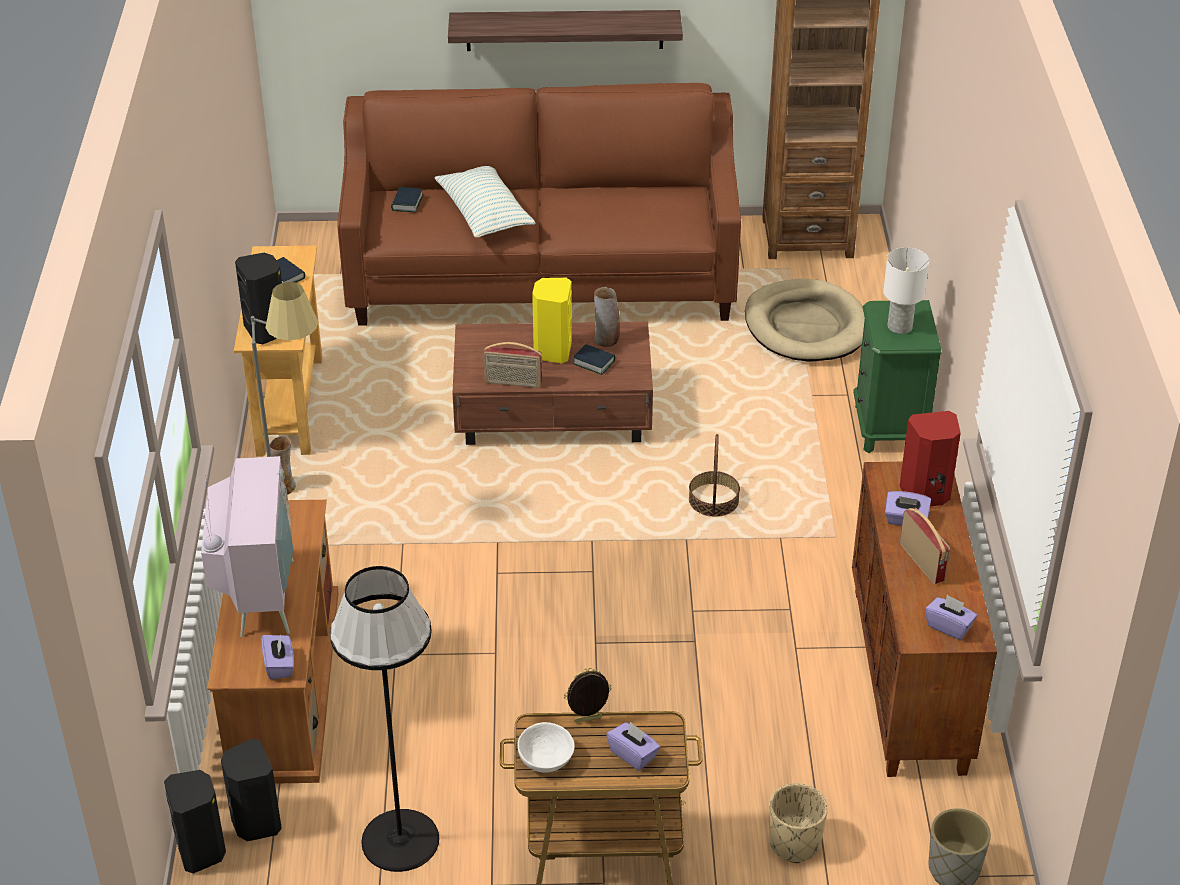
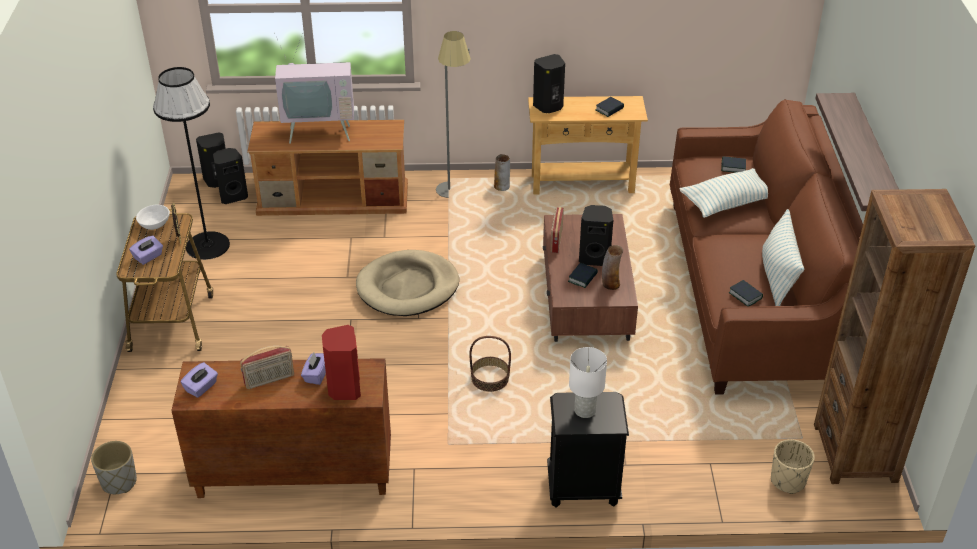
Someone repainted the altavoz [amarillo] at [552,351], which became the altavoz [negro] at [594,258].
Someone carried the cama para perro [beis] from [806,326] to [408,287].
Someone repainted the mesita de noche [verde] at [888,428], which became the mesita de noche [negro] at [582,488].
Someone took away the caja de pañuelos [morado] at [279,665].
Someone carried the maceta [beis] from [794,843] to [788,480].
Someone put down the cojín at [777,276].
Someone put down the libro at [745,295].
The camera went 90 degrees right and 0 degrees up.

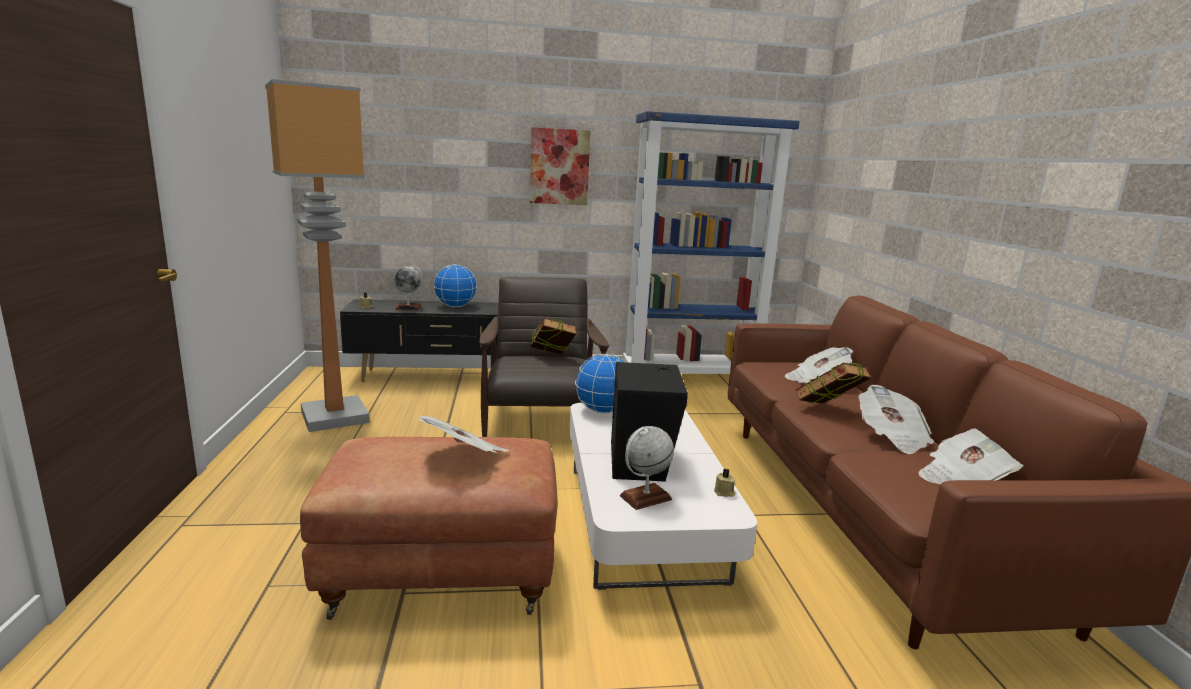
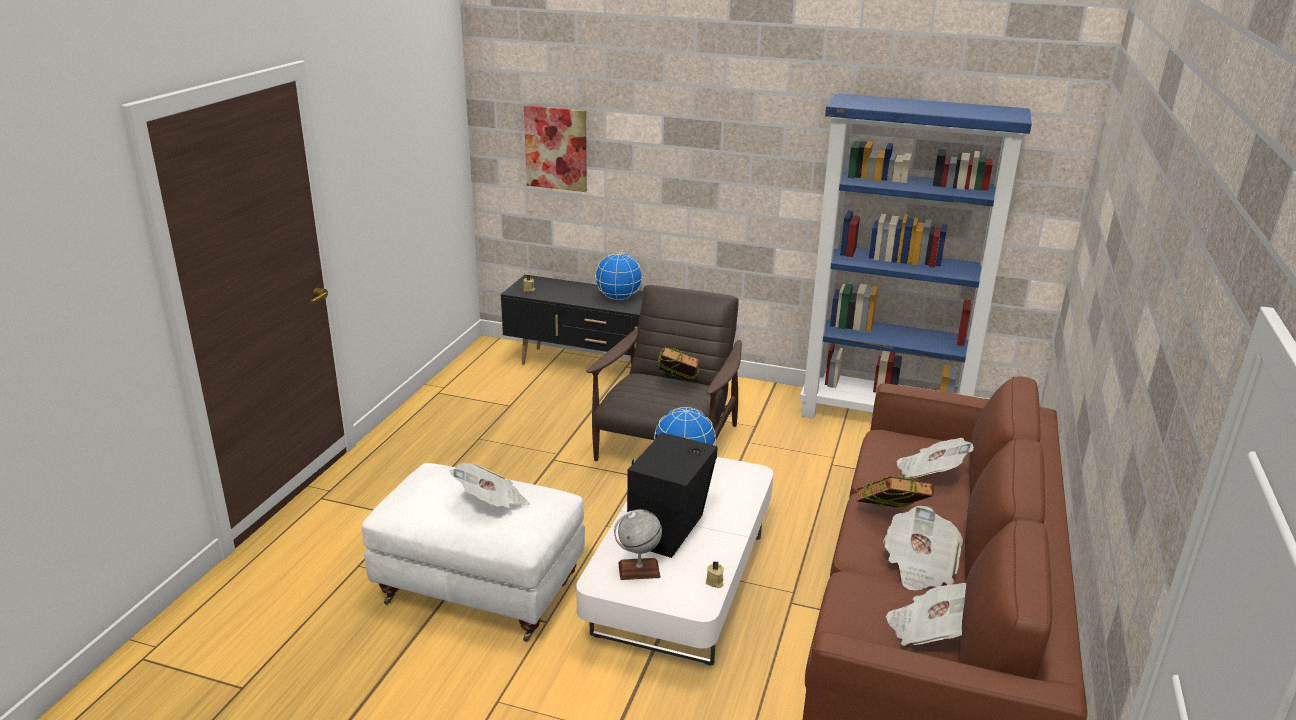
Someone took away the lámpara de pie at [336,416].
Someone carried the cuadro from [559,167] to [556,148].
Someone took away the globo terráqueo at [408,308].
Someone repainted the puf [marrón] at [442,575], which became the puf [blanco] at [481,590].
The camera went 25 degrees right and 10 degrees up.

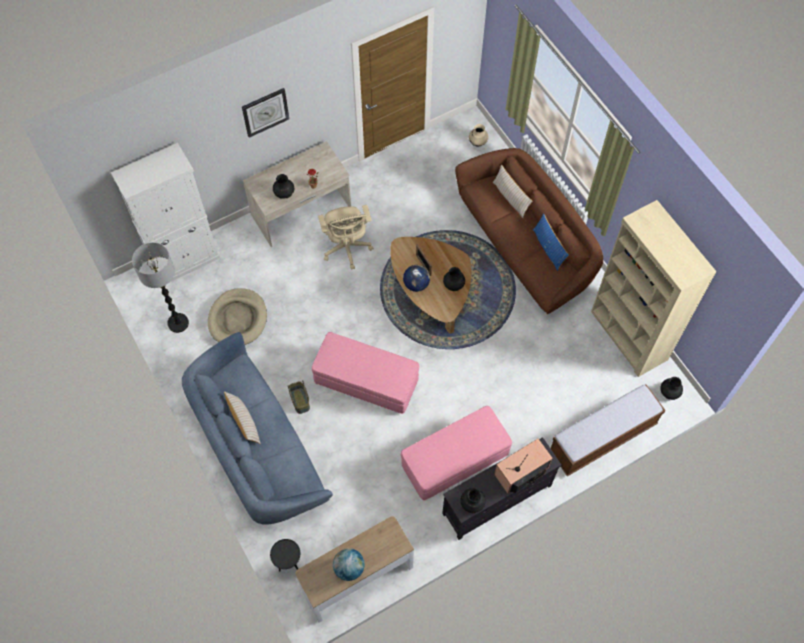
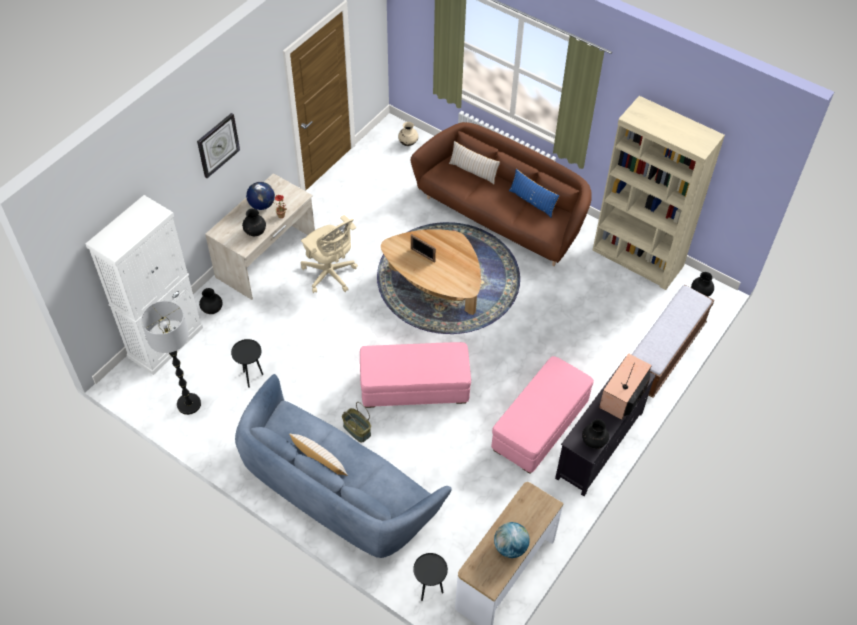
Someone carried the globo terráqueo from [416,284] to [262,205].
Someone carried the florero [negro] from [453,285] to [212,309].
Someone swapped the cama para perro [beis] at [238,319] for the mesa auxiliar [negro] at [251,377].
The camera went 25 degrees left and 10 degrees down.

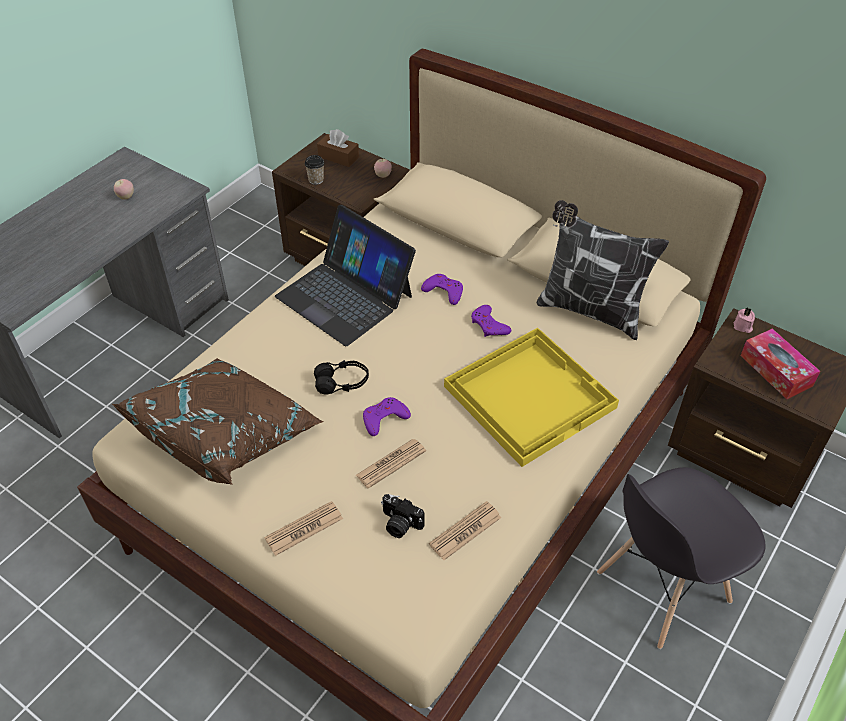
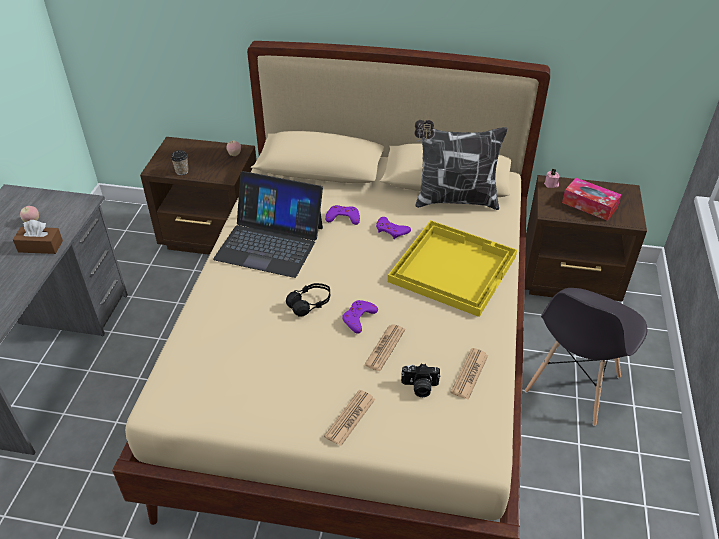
Someone carried the caja de pañuelos [marrón] from [338,157] to [40,246].
Someone took away the cojín [marrón] at [227,435].
The camera went 25 degrees left and 5 degrees down.

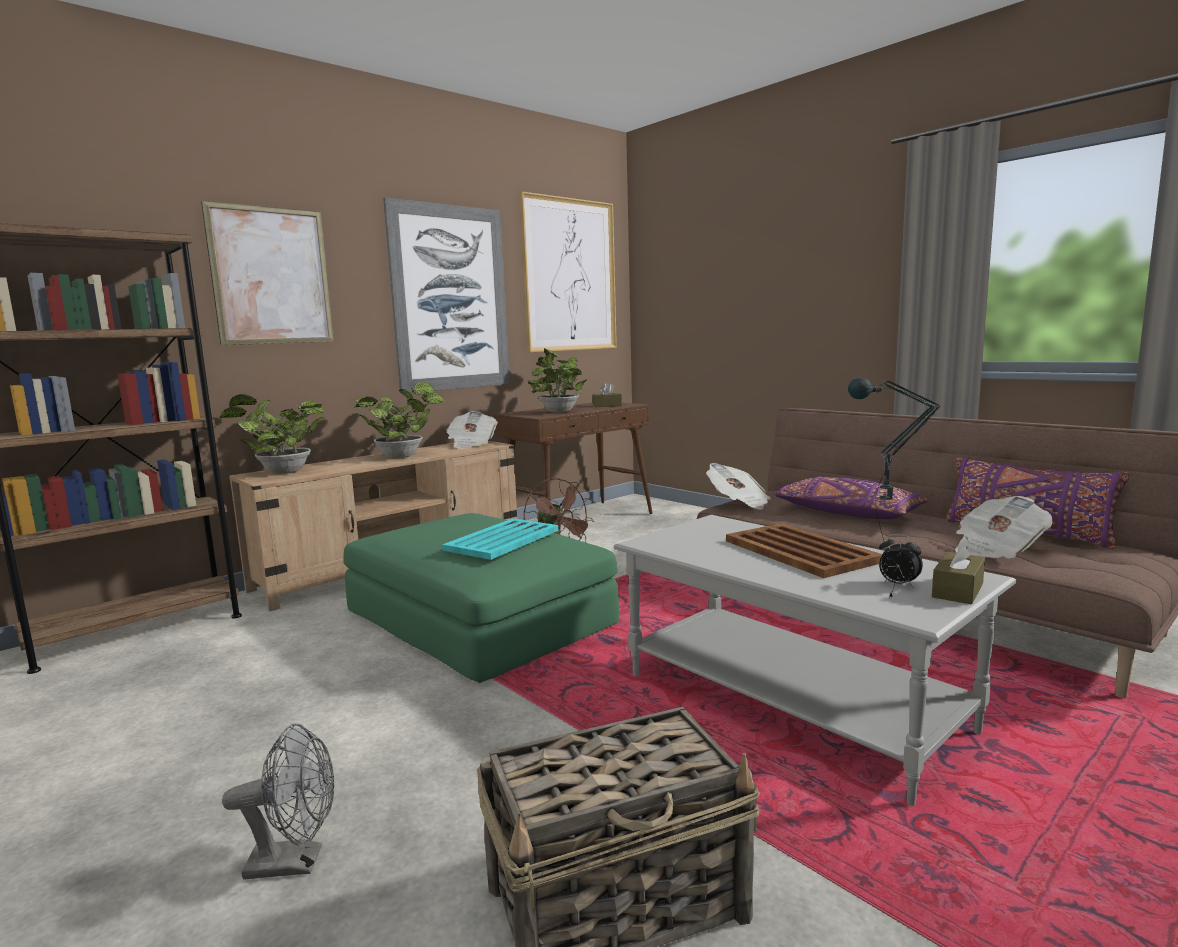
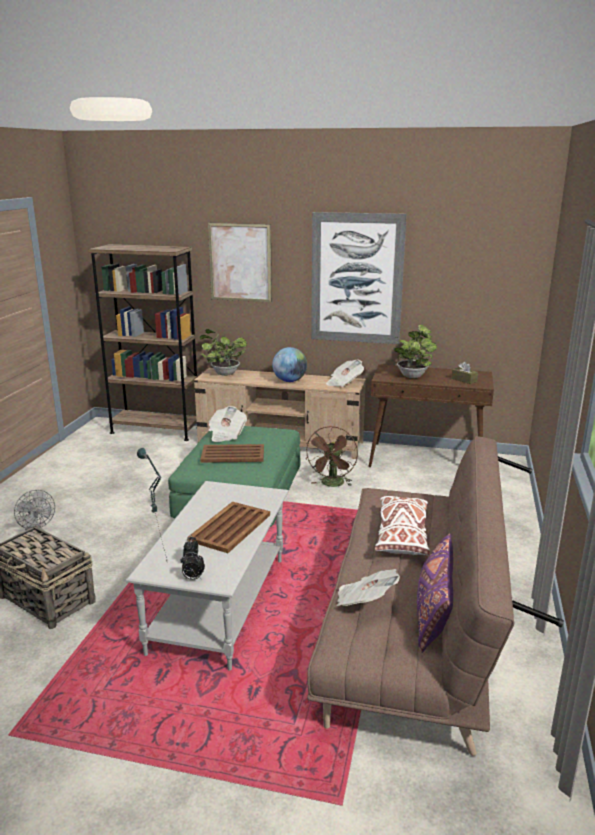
Someone took away the cuadro at [570,275].
Someone swapped the planta en maceta at [403,456] for the globo terráqueo at [289,381].
Someone carried the periódico from [738,503] to [226,434].
Someone repainted the cojín [morado] at [846,513], which became the cojín [blanco] at [402,535].
Someone repainted the bandeja [turquesa] at [501,540], which became the bandeja [marrón] at [232,454].
Someone swapped the caja de pañuelos [marrón] at [957,590] for the despertador at [193,578].
The camera went 55 degrees right and 10 degrees up.

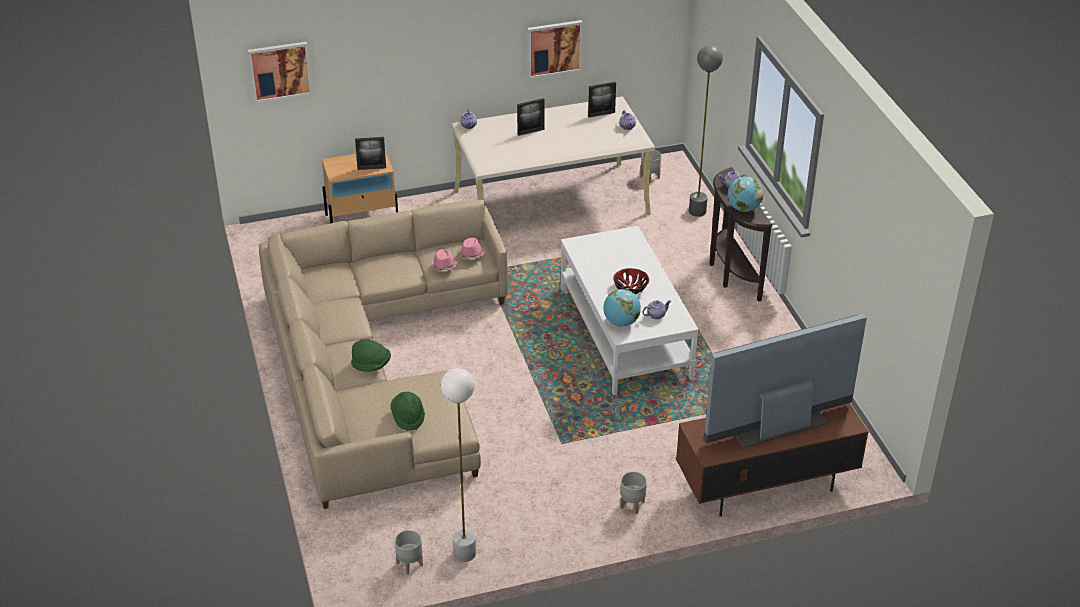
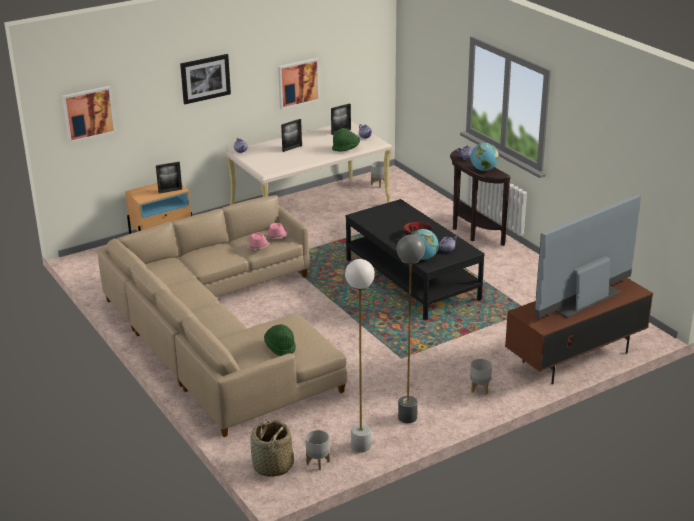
Someone carried the lámpara de pie [gris] from [697,211] to [407,417].
Someone repainted the mesa de centro [blanco] at [624,332], which became the mesa de centro [negro] at [411,279].
Someone carried the sombrero [verde] from [371,365] to [346,149].
Someone put up the cuadro at [205,78].
Someone put down the cesta at [273,466].
The camera went 15 degrees left and 10 degrees down.

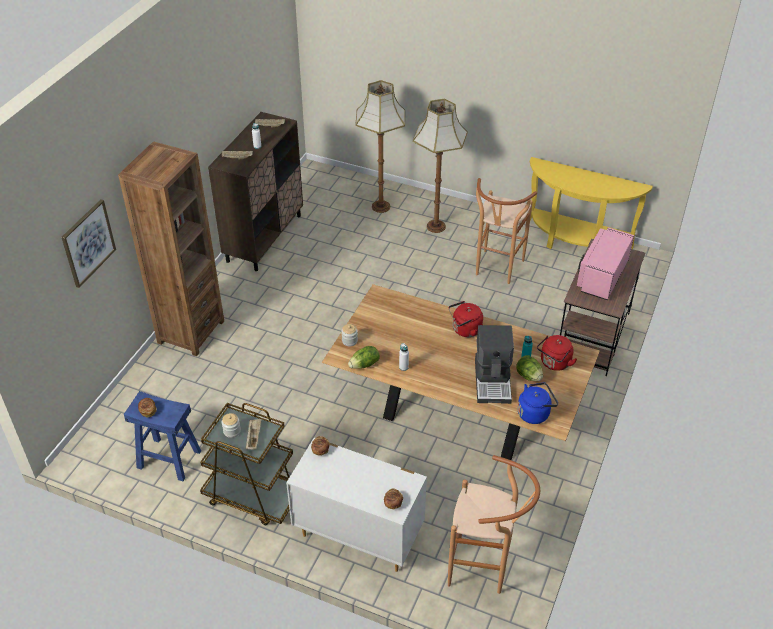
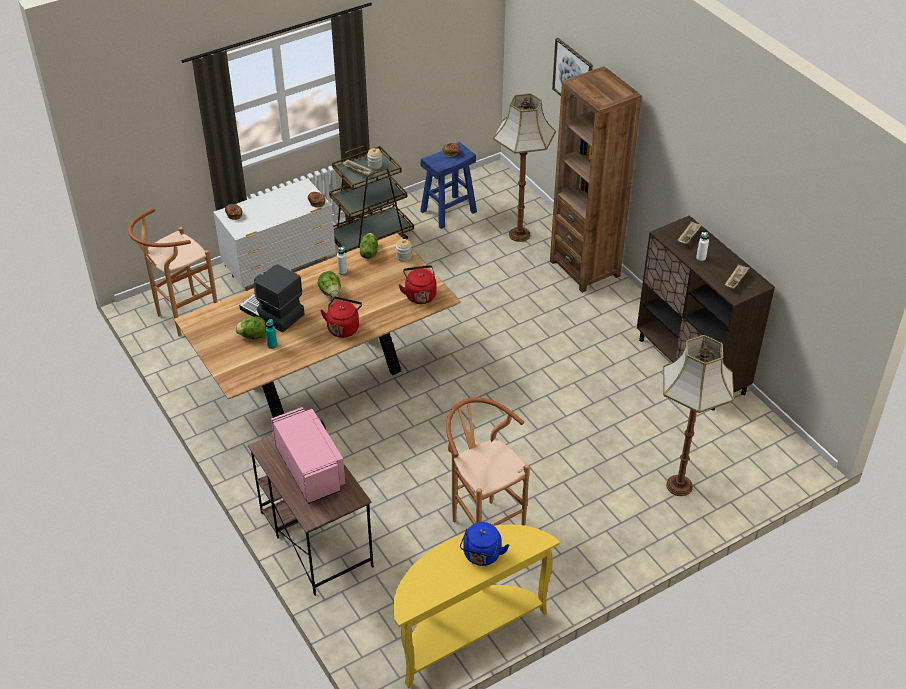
Someone carried the lámpara de pie from [436,226] to [519,235].
Someone carried the hervidor [rojo] from [554,363] to [420,295].
Someone carried the hervidor [azul] from [535,413] to [482,556].
Someone put down the lechuga at [330,292].
The camera went 125 degrees right and 0 degrees up.

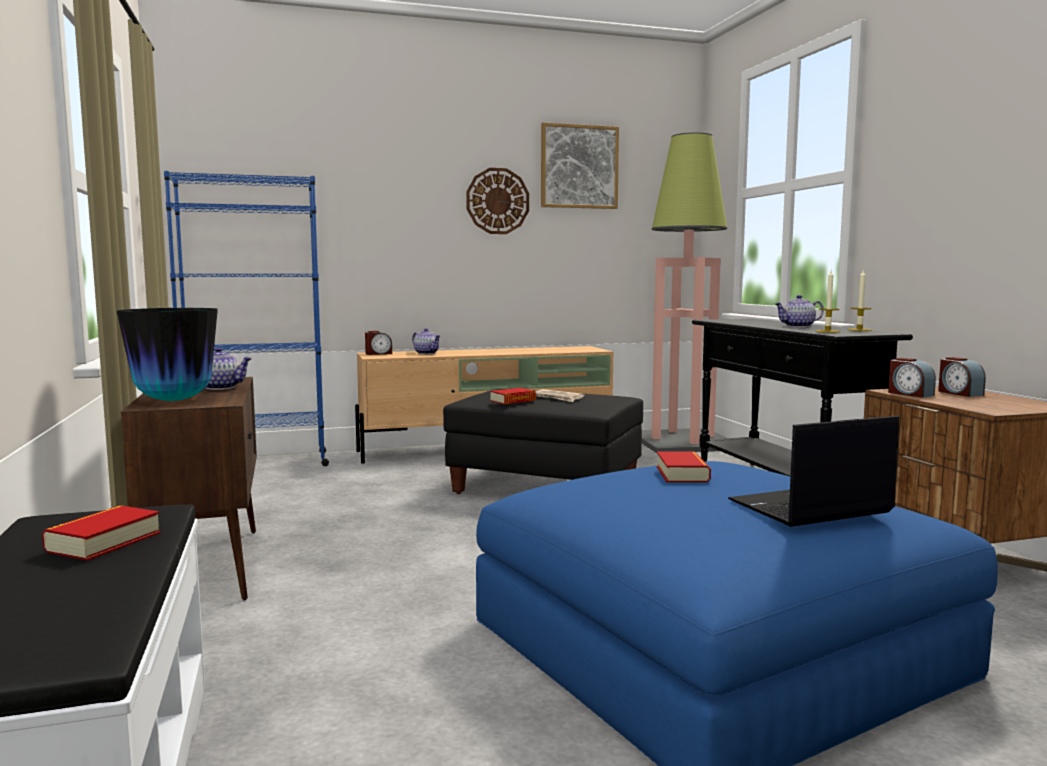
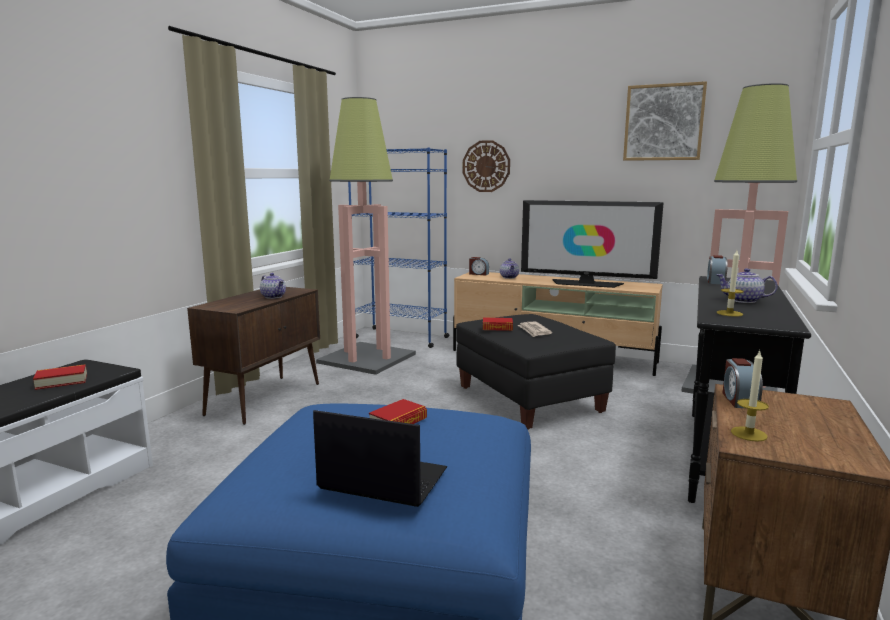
Someone carried the reloj de pared from [497,201] to [486,166].
Someone carried the vela from [859,330] to [749,434].
Someone took away the florero at [174,401].
Someone carried the despertador from [959,393] to [715,281].
Someone put down the lámpara de pie at [368,358].
Someone put down the televisor at [586,284].
The camera went 40 degrees right and 5 degrees up.

